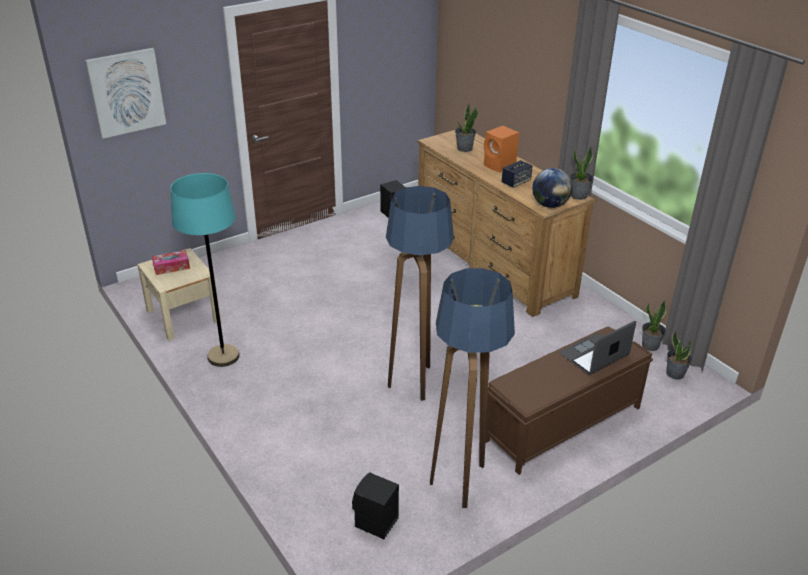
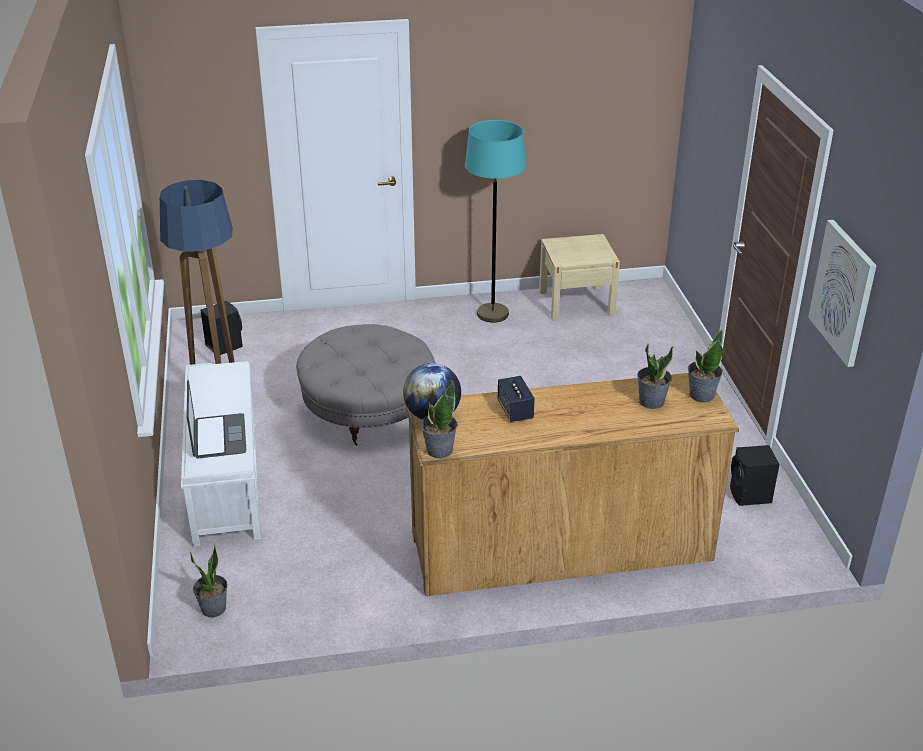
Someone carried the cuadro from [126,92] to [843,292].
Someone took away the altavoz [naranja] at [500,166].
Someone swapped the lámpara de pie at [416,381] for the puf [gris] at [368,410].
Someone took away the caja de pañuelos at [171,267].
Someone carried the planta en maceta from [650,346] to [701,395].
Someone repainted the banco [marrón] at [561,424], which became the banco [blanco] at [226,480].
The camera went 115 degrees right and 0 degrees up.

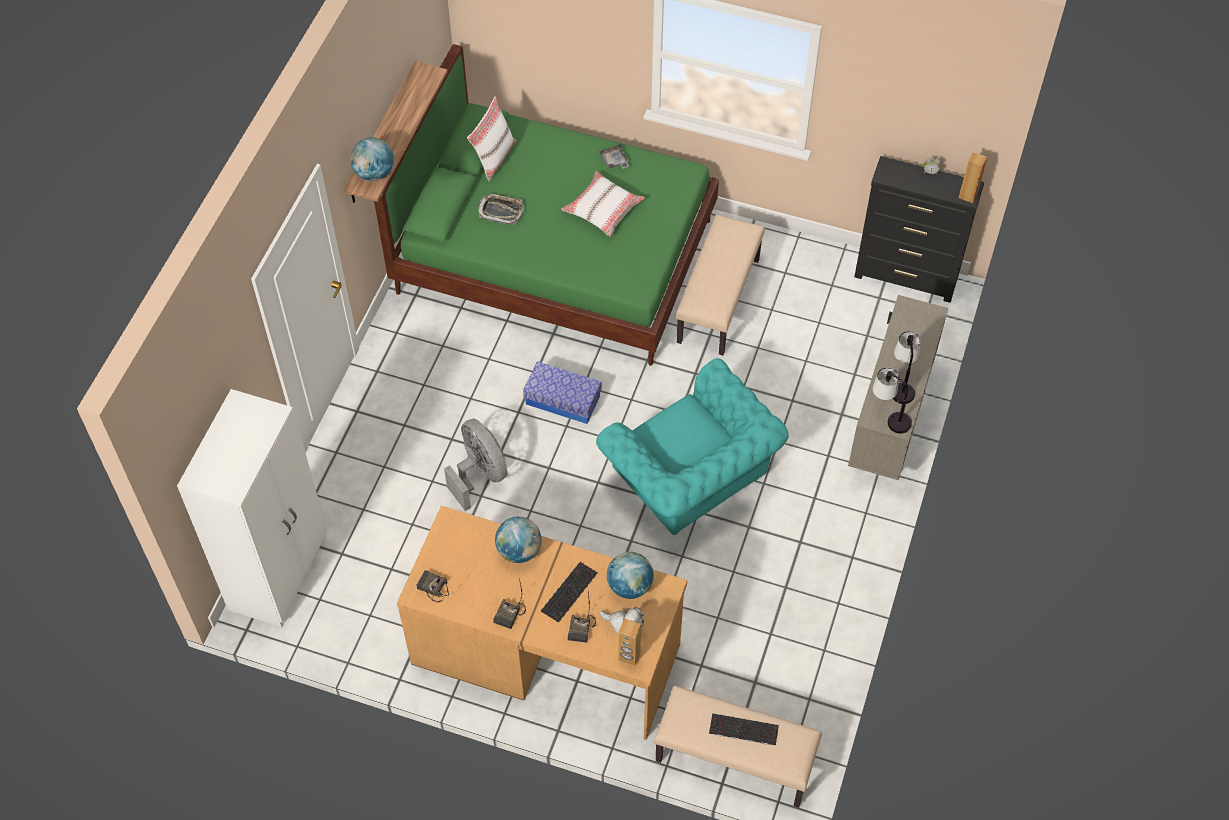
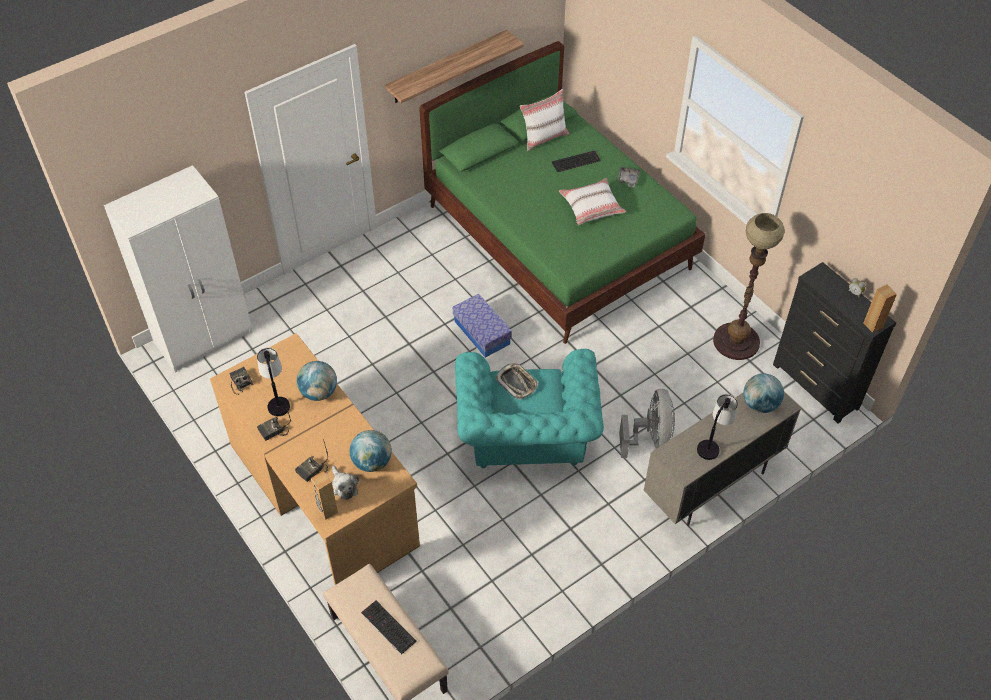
Someone carried the globo terráqueo from [374,173] to [760,404].
Someone carried the bandeja from [501,211] to [517,383].
Someone took away the banco [beis] at [717,300].
Someone carried the lámpara de mesa from [889,417] to [276,399].
Someone carried the ventilador [gris] from [480,474] to [650,438].
Someone carried the teclado from [569,591] to [576,161].
Someone put down the lámpara de pie at [736,341].
The camera went 35 degrees right and 5 degrees down.

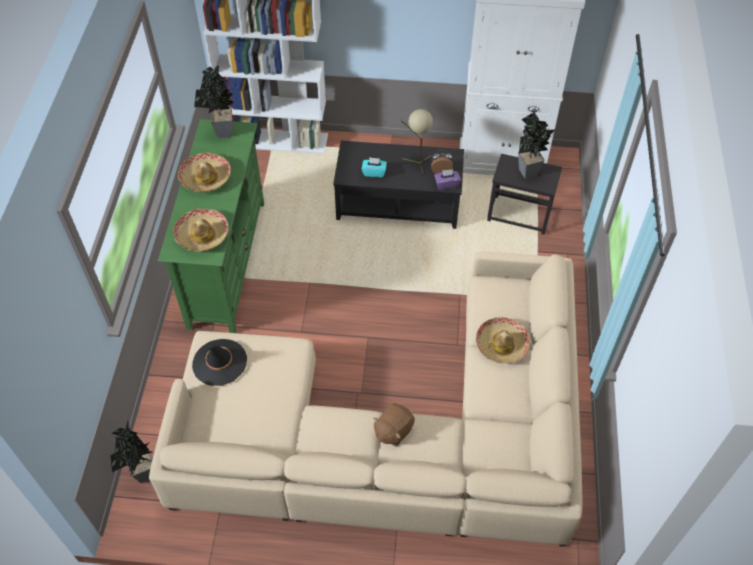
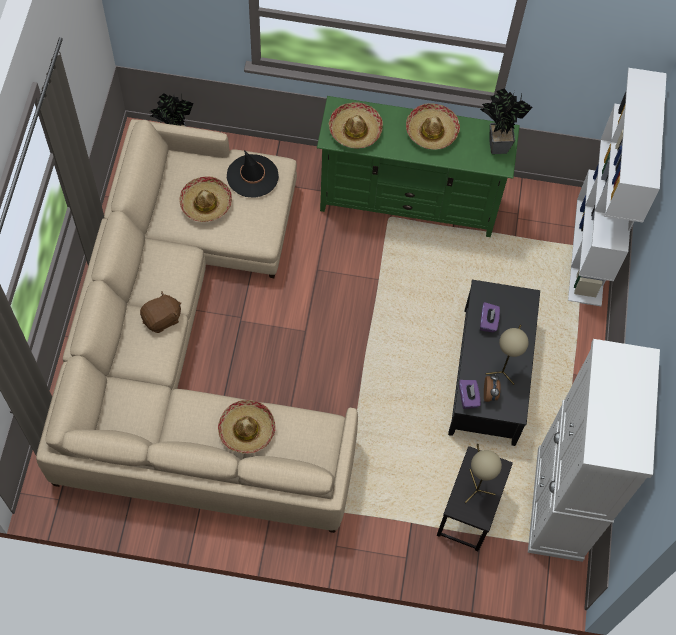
Someone swapped the planta en maceta at [527,175] for the lámpara de mesa [beis] at [476,487].
Someone repainted the caja de pañuelos [turquesa] at [374,172], which became the caja de pañuelos [morado] at [488,322].
Someone rotated the peluche [marrón] at [393,430] by 105 degrees clockwise.
Someone put down the sombrero at [206,203].
The camera went 90 degrees right and 10 degrees up.

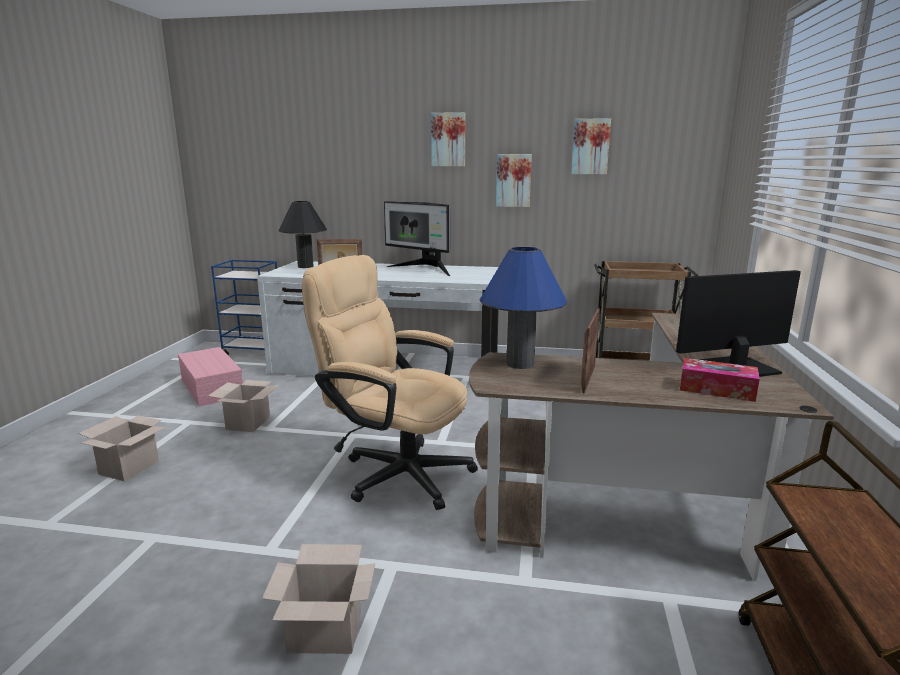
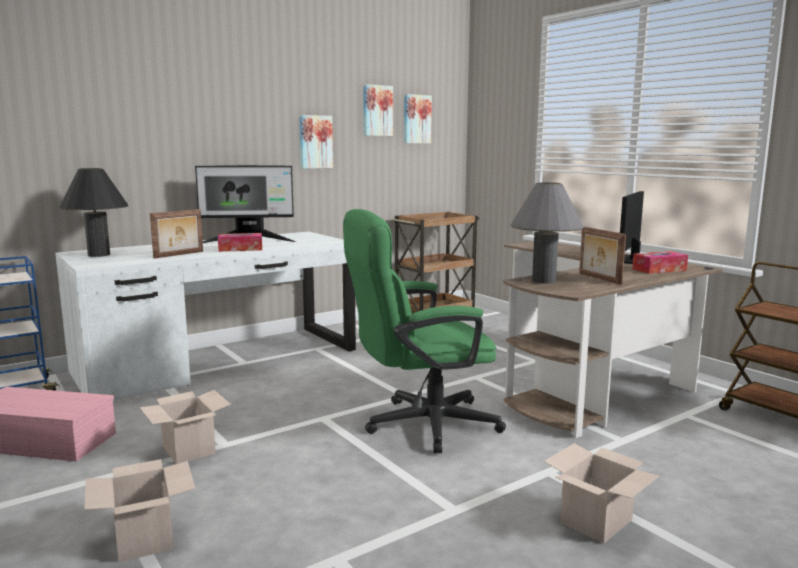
Someone carried the cuadro from [448,140] to [416,119].
Someone repainted the lámpara de mesa [azul] at [520,364], which became the lámpara de mesa [gris] at [544,281].
Someone repainted the silla de oficina [beis] at [396,471], which became the silla de oficina [verde] at [420,425].
Someone put down the caja de pañuelos at [240,249].
The camera went 45 degrees left and 5 degrees down.

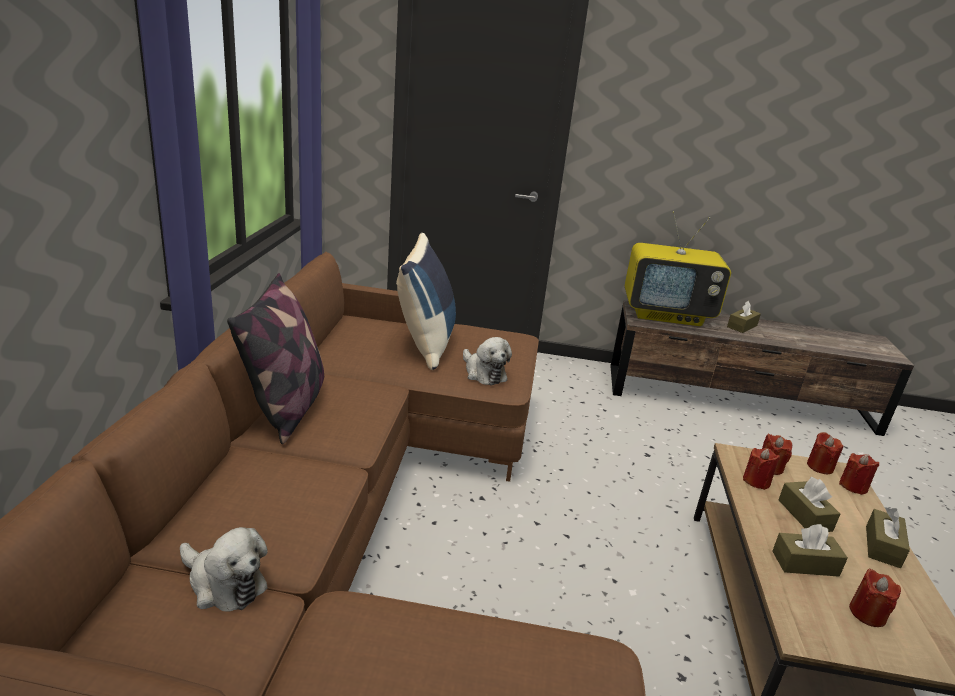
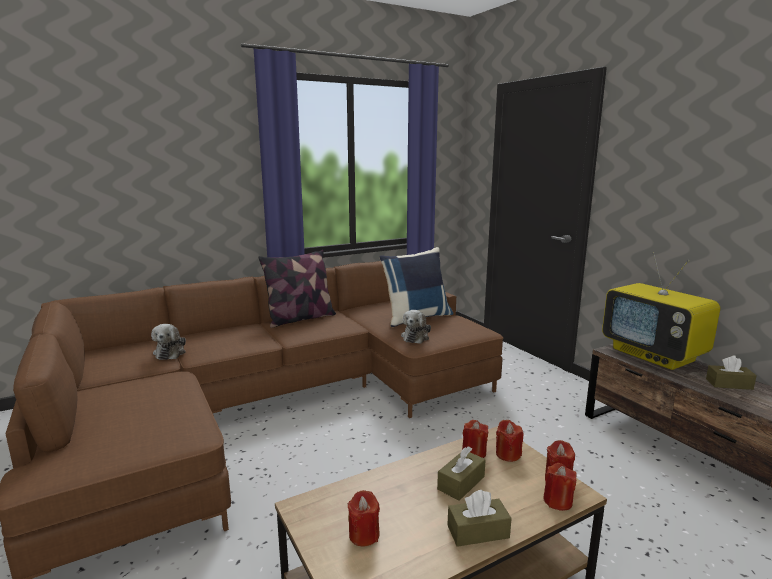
Someone took away the caja de pañuelos [marrón] at [805,563].
The camera went 55 degrees right and 10 degrees down.

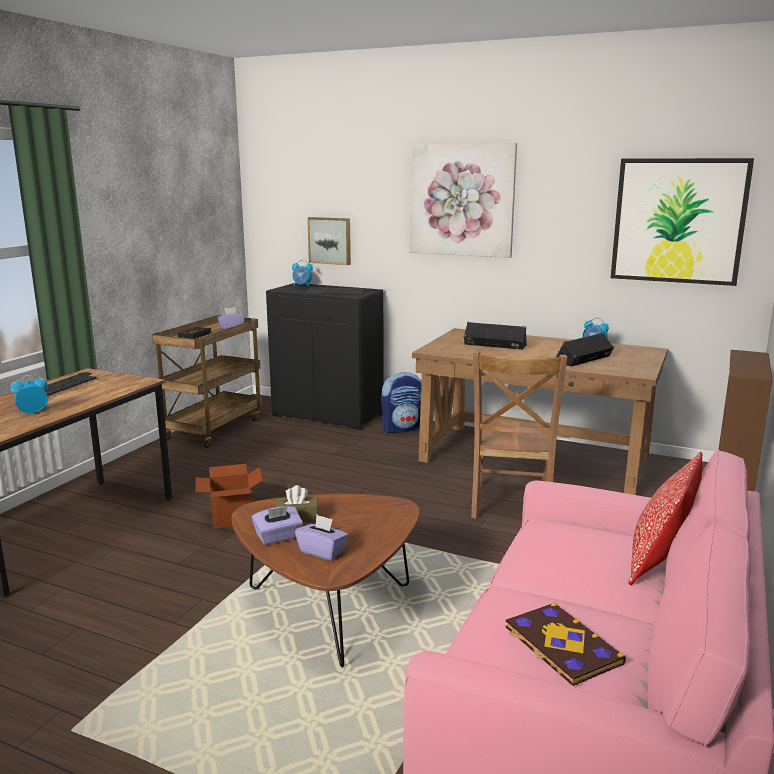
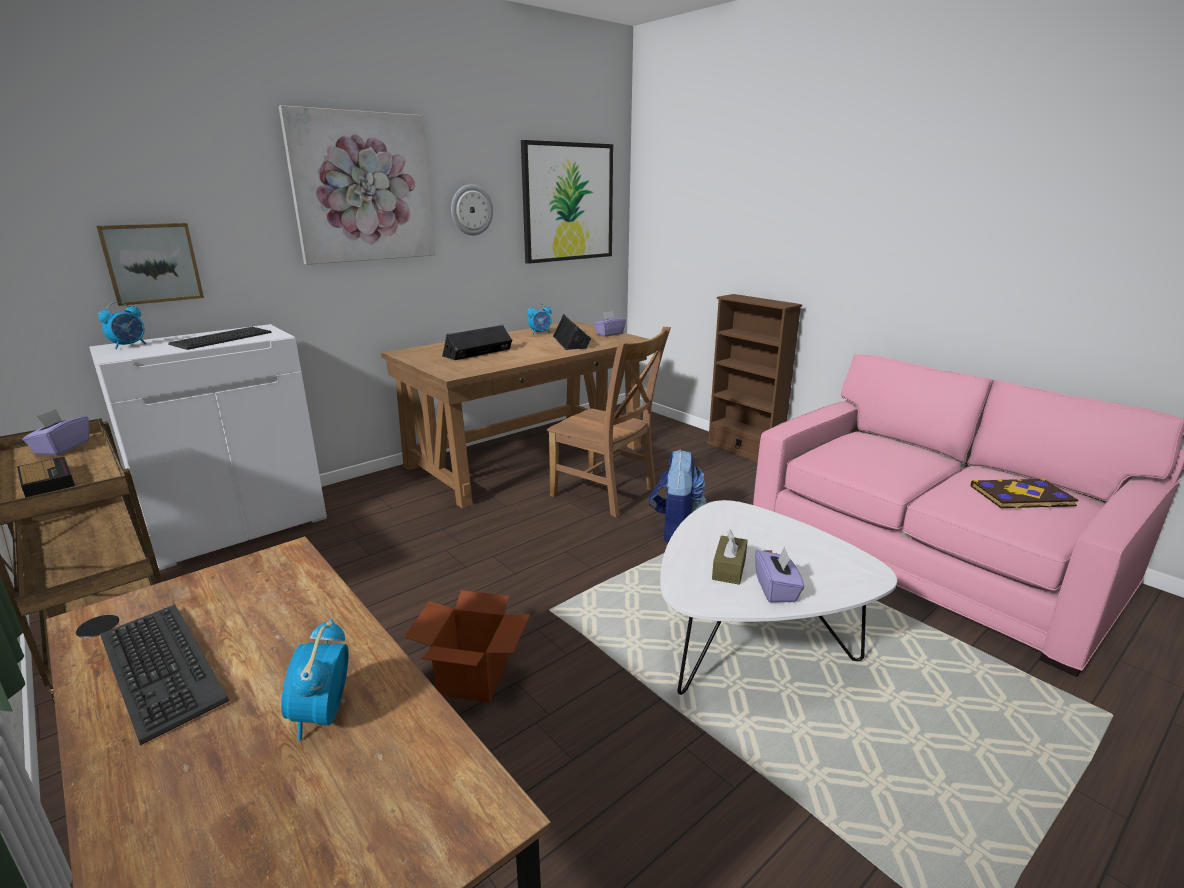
Someone repainted the armario [negro] at [329,415], which became the armario [blanco] at [239,527].
Someone carried the mochila from [403,428] to [676,530].
Someone took away the cojín at [659,562].
Someone repainted the mesa de centro [marrón] at [328,610], which became the mesa de centro [blanco] at [751,645].
Someone carried the caja de pañuelos [morado] from [322,551] to [609,334].
Someone put up the reloj de pared at [471,210].
The camera went 65 degrees left and 5 degrees up.

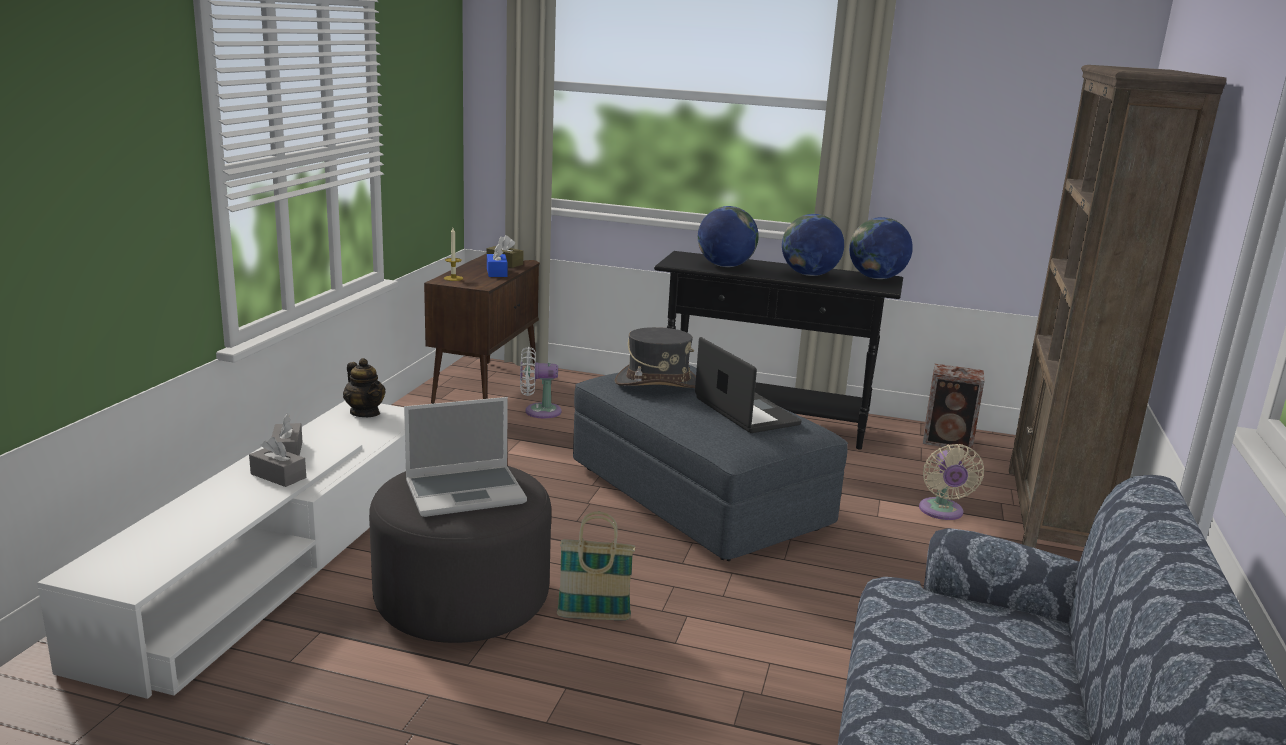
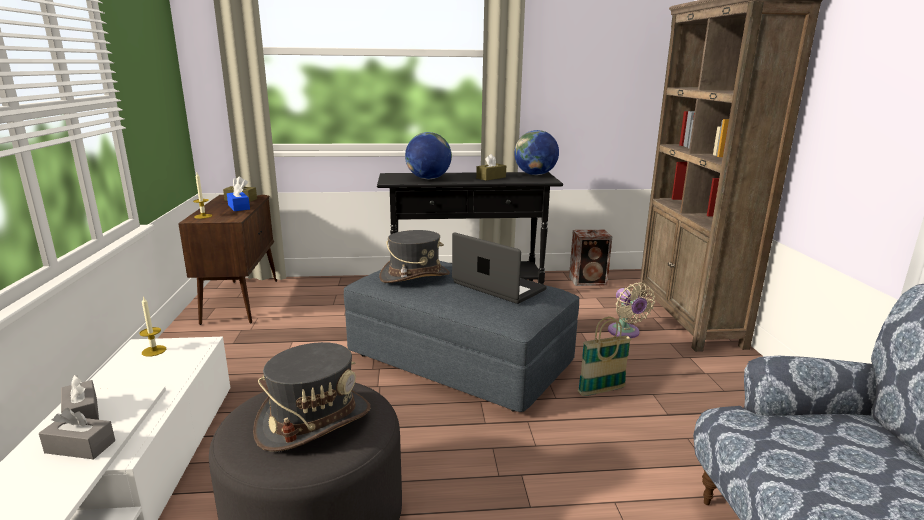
Someone swapped the globo terráqueo at [809,275] for the caja de pañuelos [marrón] at [491,177].
Someone took away the ventilador [blanco] at [538,411].
Someone swapped the tetera at [365,413] for the vela at [154,351].
Someone swapped the portátil at [466,492] for the sombrero [gris] at [314,421].
Someone carried the cesta from [594,616] to [601,390].
The camera went 20 degrees left and 0 degrees up.

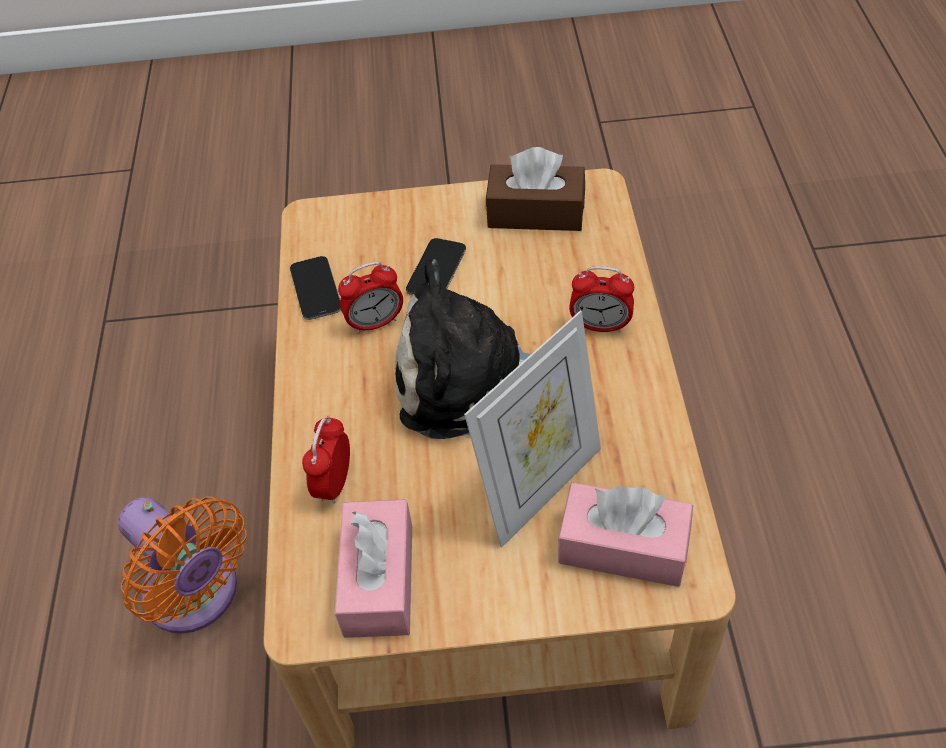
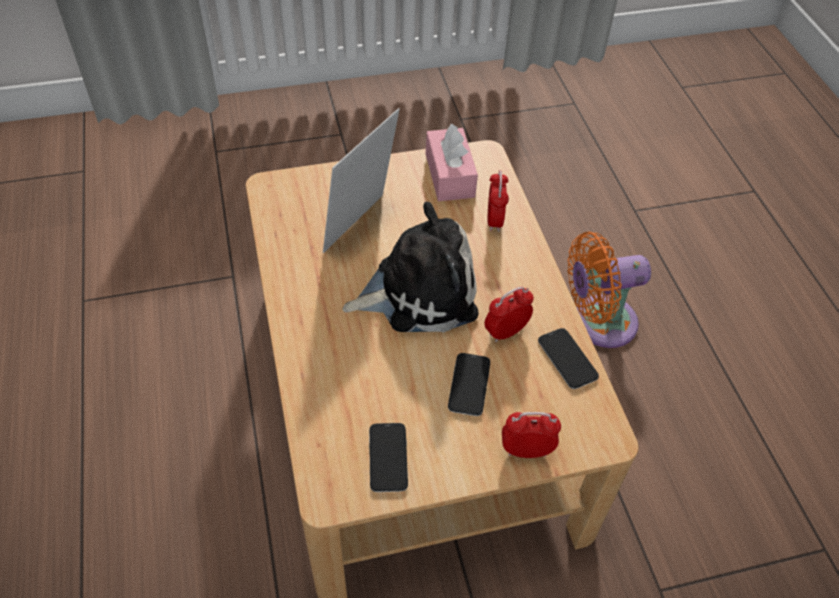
Someone swapped the caja de pañuelos [marrón] at [536,213] for the móvil at [388,458].
Someone carried the despertador from [600,326] to [526,451].
Someone took away the caja de pañuelos [rosa] at [623,547].
Someone rotated the ventilador [naranja] at [197,596] by 45 degrees counterclockwise.
The camera went 165 degrees right and 0 degrees up.

